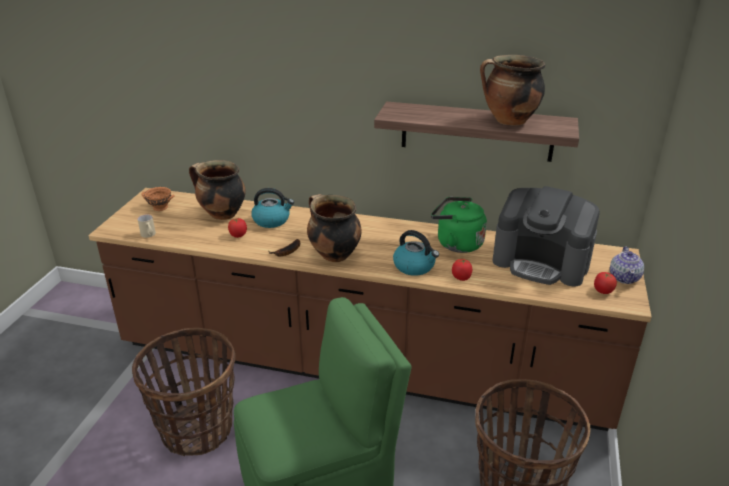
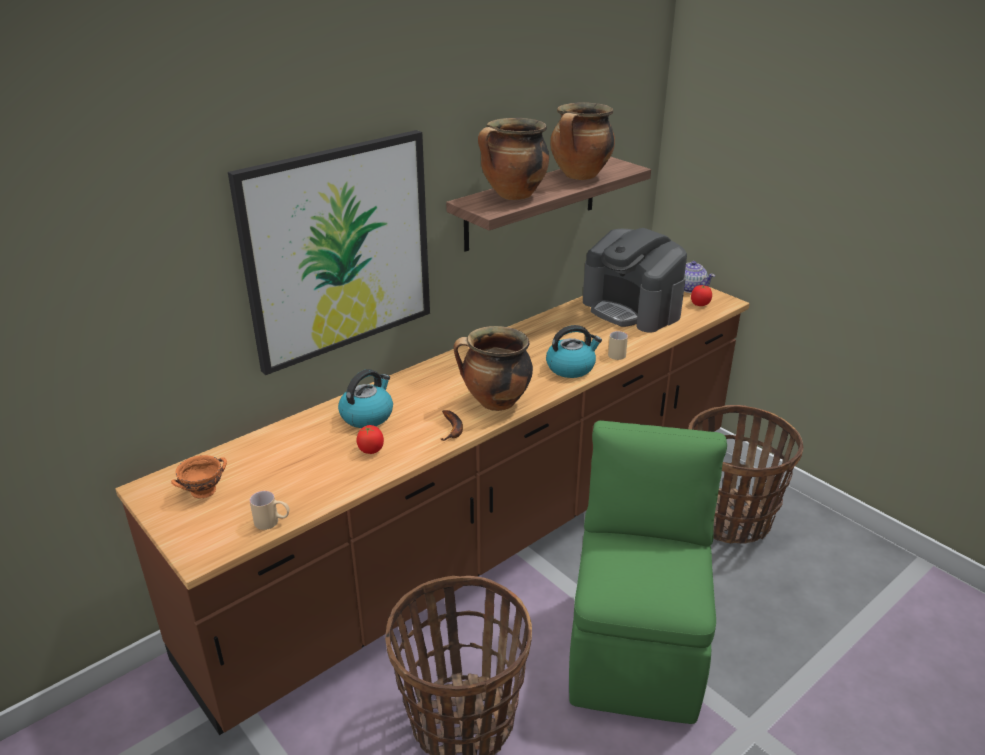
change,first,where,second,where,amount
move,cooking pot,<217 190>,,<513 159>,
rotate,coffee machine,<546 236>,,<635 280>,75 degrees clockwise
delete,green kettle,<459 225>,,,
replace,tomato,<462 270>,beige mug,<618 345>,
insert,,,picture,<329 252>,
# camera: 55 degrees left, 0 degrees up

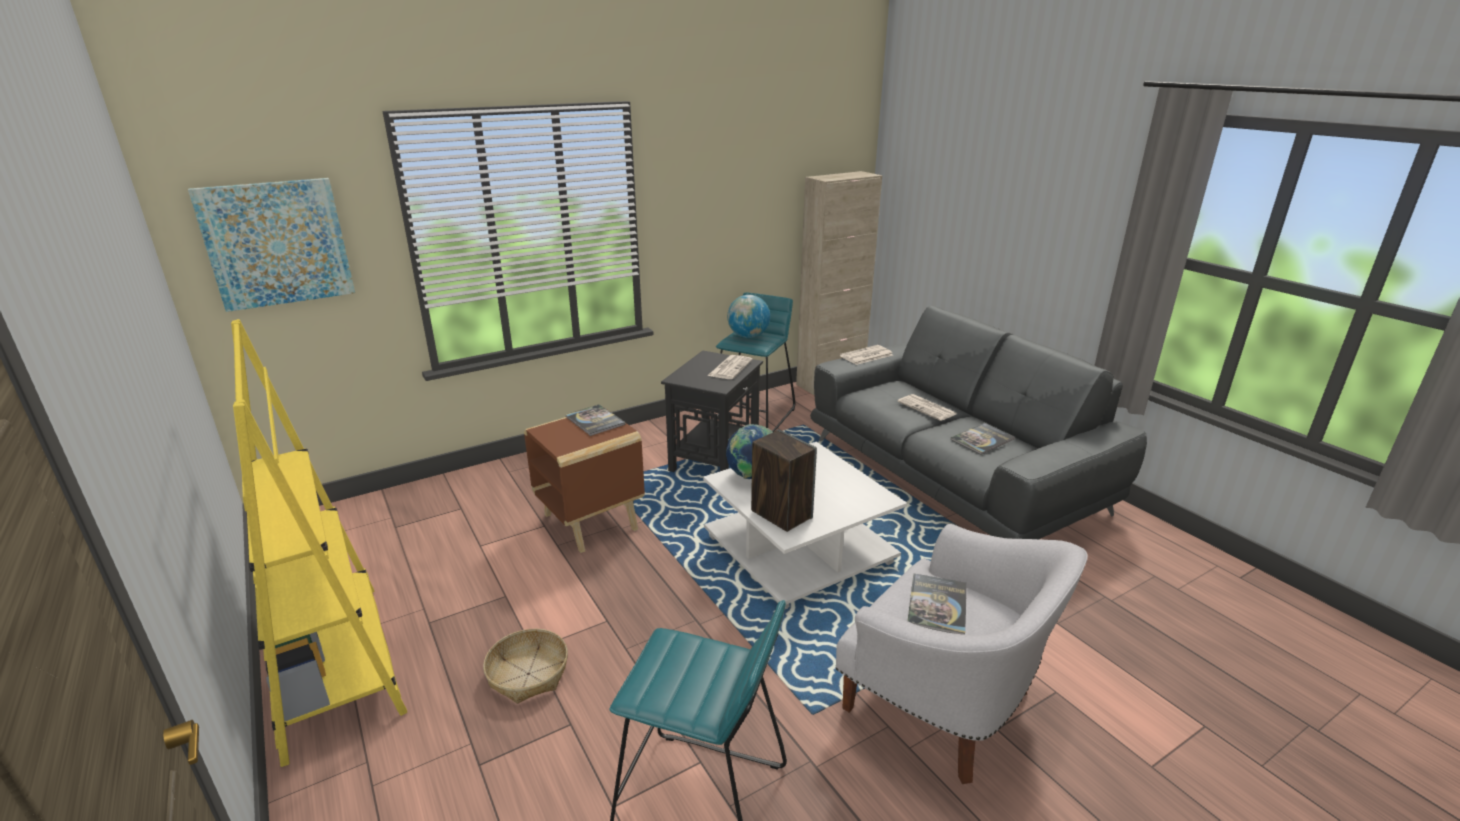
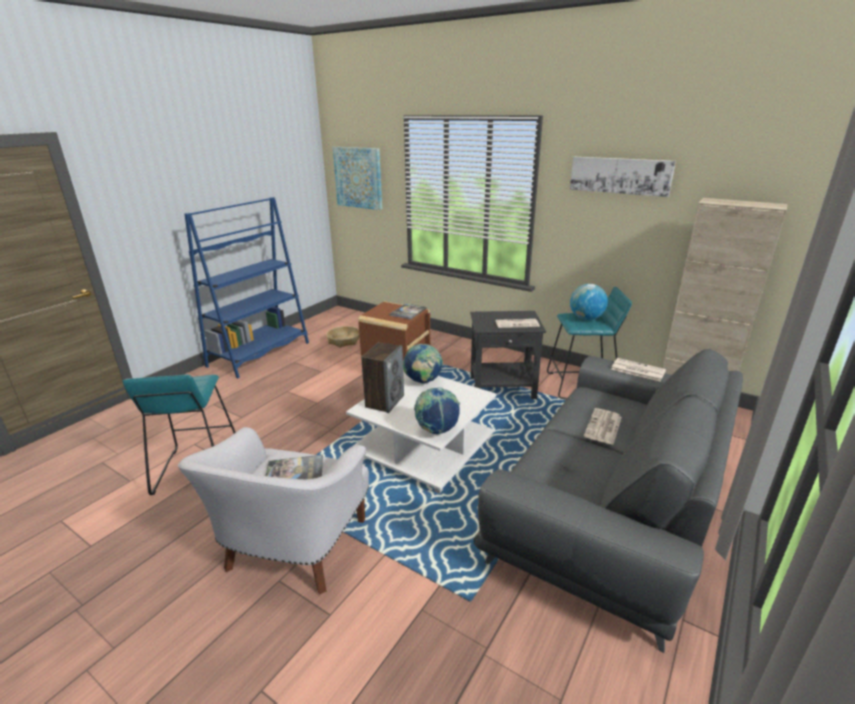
change,first,where,second,where,amount
recolor,yellow bookcase,<319 543>,blue bookcase,<247 287>,
delete,book,<982 439>,,,
move,basket,<525 666>,,<343 337>,
insert,,,picture,<623 177>,
insert,,,globe,<437 411>,
# camera: 65 degrees right, 0 degrees up

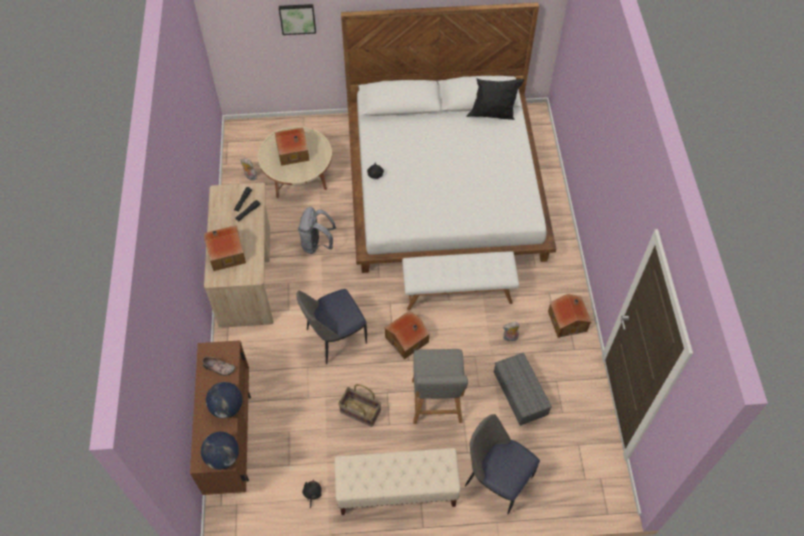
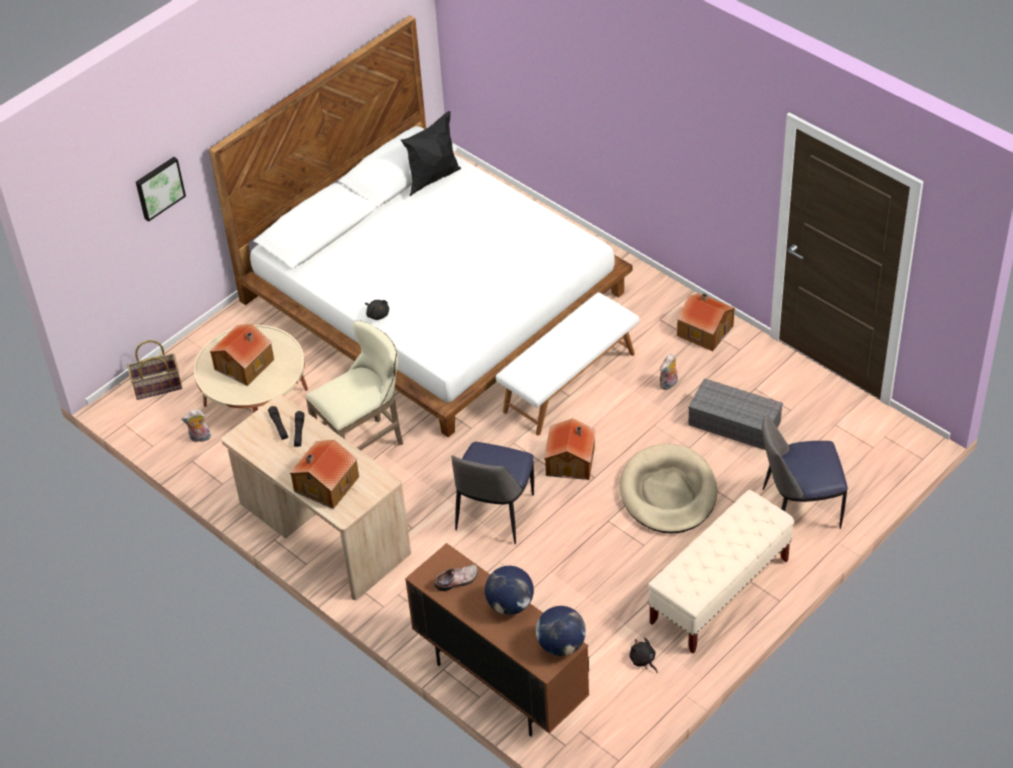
change,first,where,second,where,amount
replace,grey backpack,<317 230>,beige stool,<354 385>,
replace,grey chair,<440 386>,beige dog bed,<668 488>,
move,basket,<359 405>,,<154 370>,
# camera: 40 degrees left, 10 degrees down

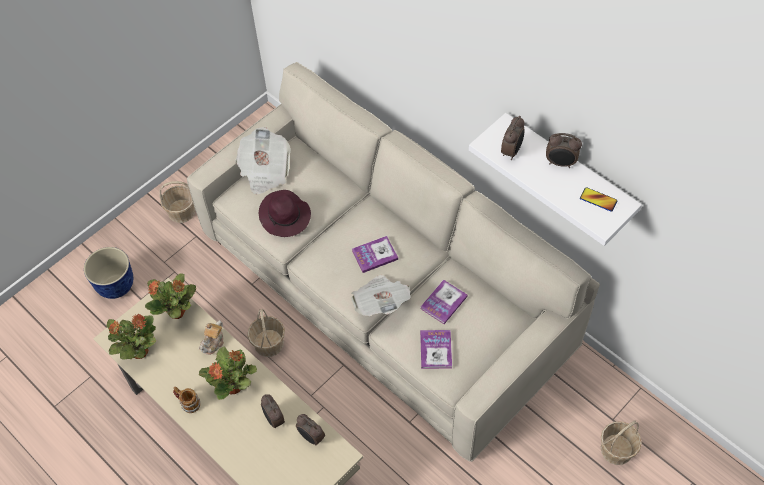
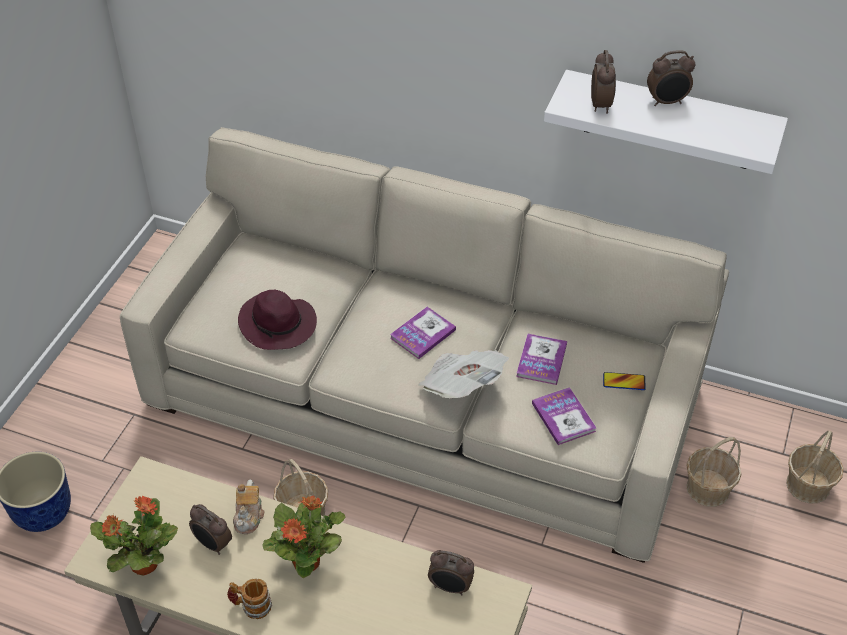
change,first,where,second,where,amount
delete,newspaper,<263 161>,,,
move,basket,<177 202>,,<714 472>,
move,phone,<599 199>,,<624 381>,
delete,potted plant,<170 296>,,,
move,alarm clock,<273 411>,,<210 529>,
# camera: 25 degrees left, 10 degrees down

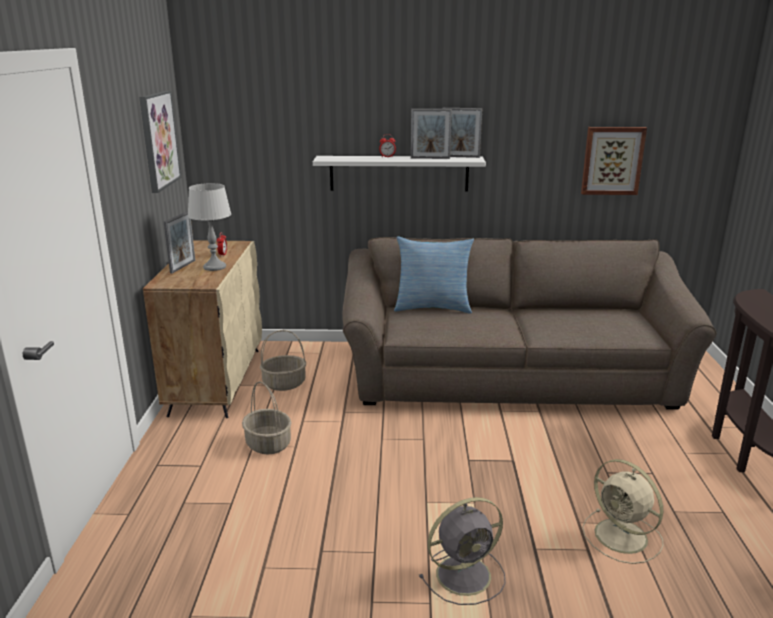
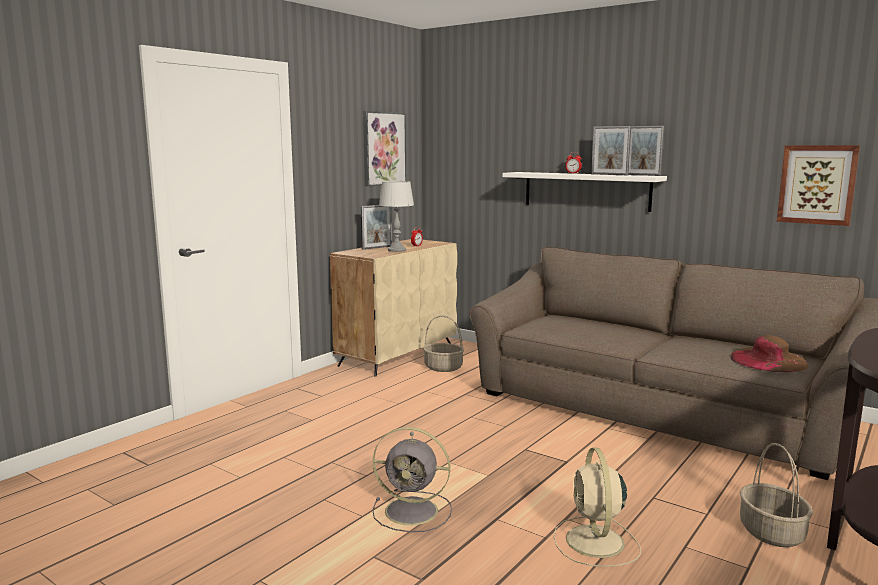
change,first,where,second,where,amount
delete,pillow,<434 275>,,,
move,basket,<266 417>,,<776 495>,
insert,,,brown hat,<769 353>,
# camera: 35 degrees right, 10 degrees down

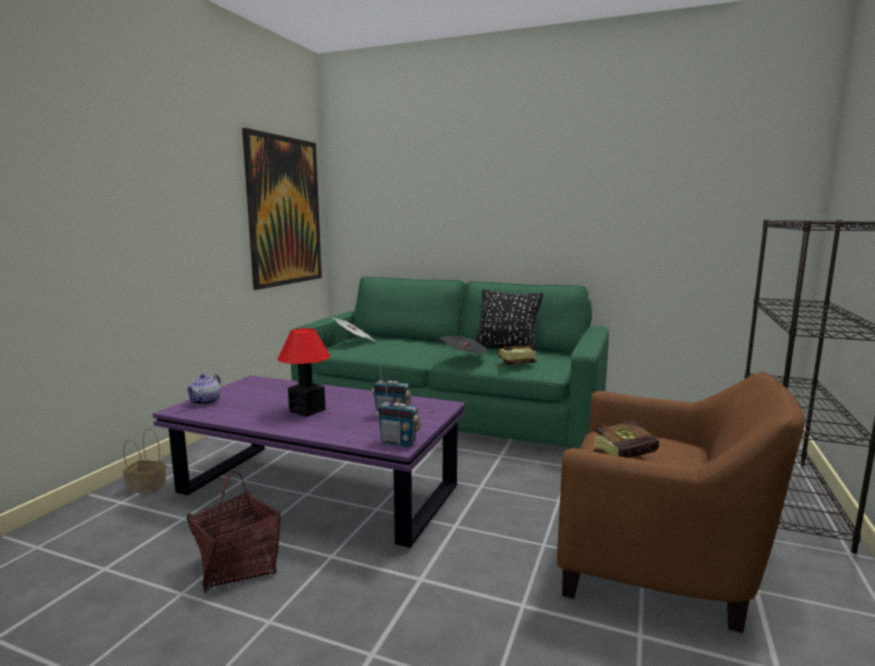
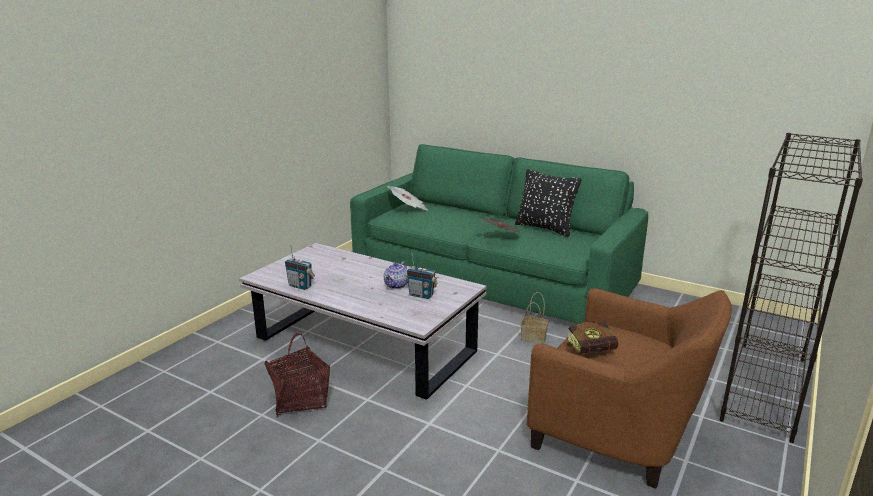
change,first,where,second,where,amount
delete,picture,<282 209>,,,
delete,table lamp,<304 372>,,,
delete,book,<516 356>,,,
move,teapot,<203 389>,,<396 275>,
recolor,purple coffee table,<309 461>,white coffee table,<362 321>,
move,radio,<398 415>,,<300 267>,
move,basket,<144 461>,,<534 318>,
# camera: 10 degrees right, 10 degrees up

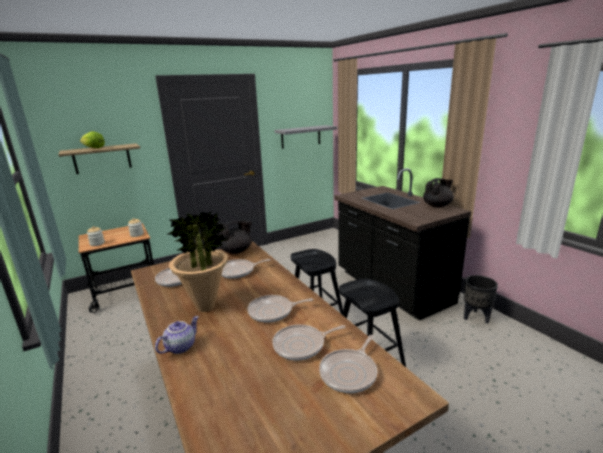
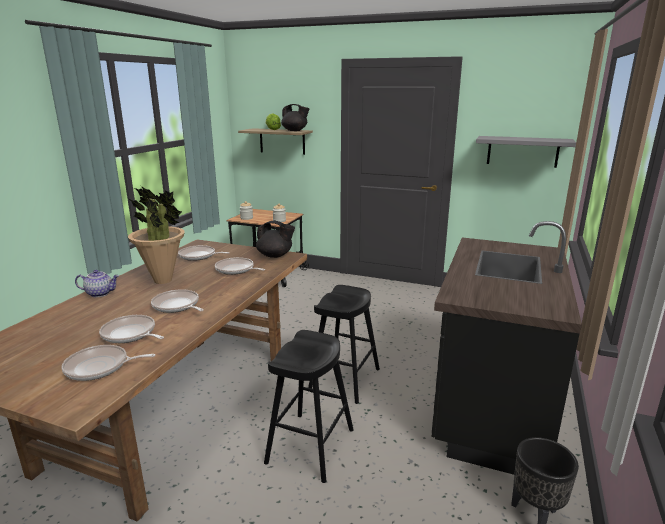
change,first,where,second,where,amount
move,black teapot,<438 192>,,<295 117>,
# camera: 50 degrees right, 0 degrees up

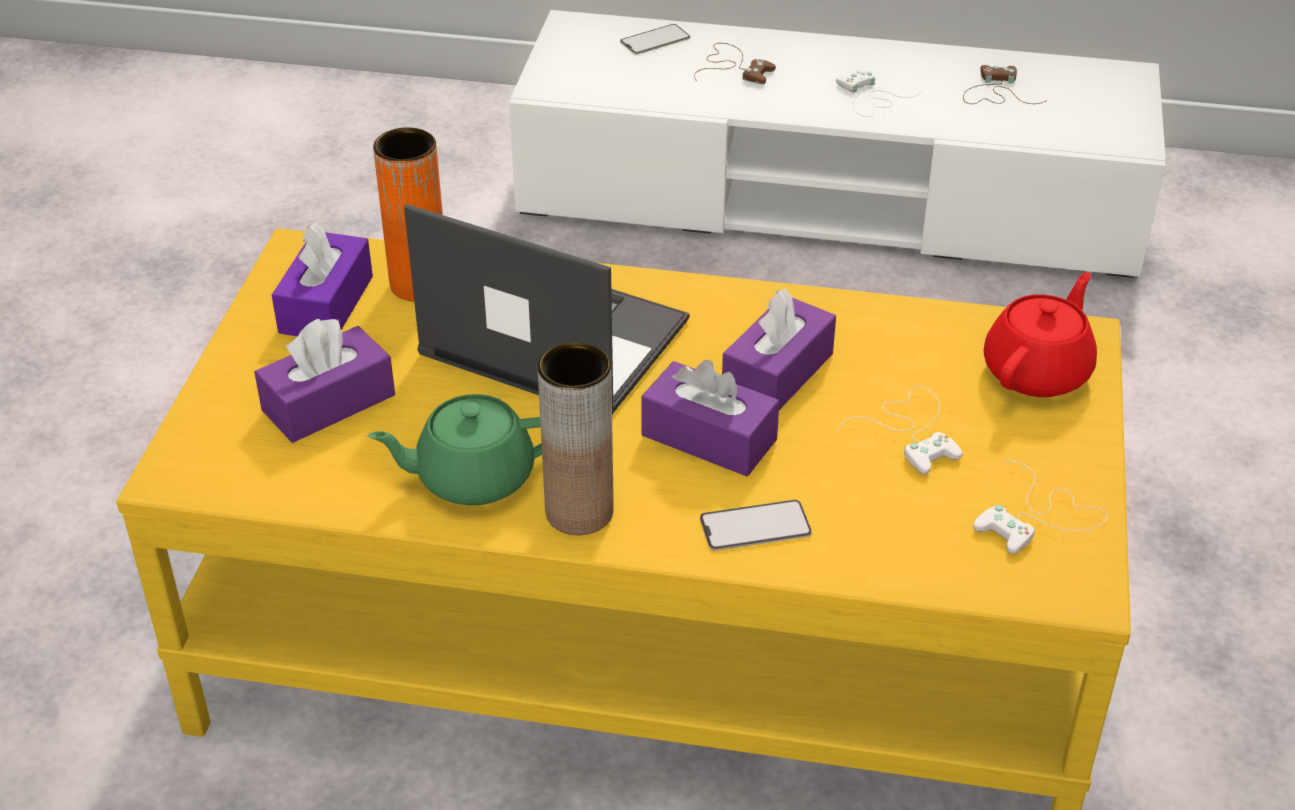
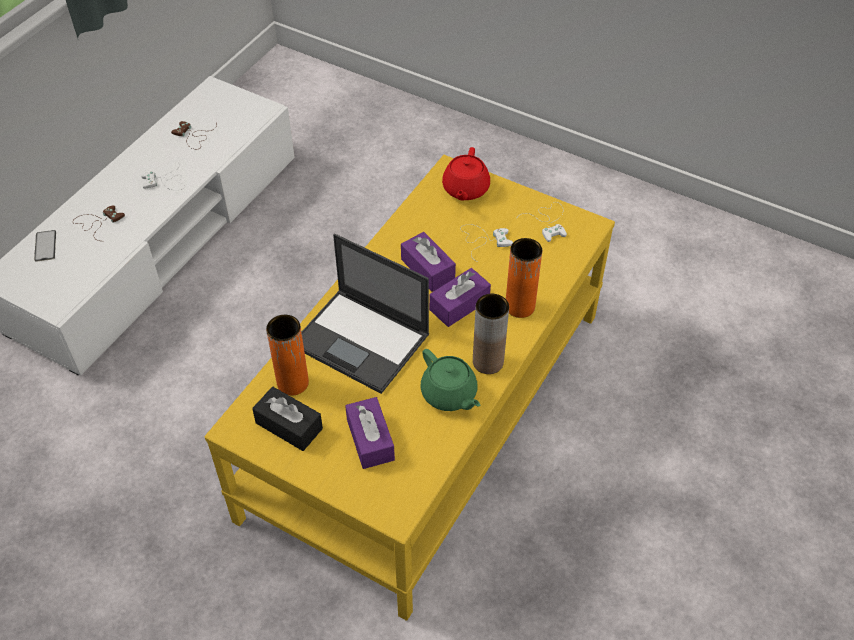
change,first,where,second,where,amount
rotate,laptop,<547 309>,,<366 314>,105 degrees counterclockwise
recolor,purple tissue box,<322 279>,black tissue box,<287 419>,
rotate,red teapot,<1040 334>,,<466 174>,135 degrees counterclockwise
rotate,green teapot,<454 450>,,<450 380>,45 degrees counterclockwise
replace,phone,<756 525>,orange vase,<524 278>,
# camera: 70 degrees left, 10 degrees up

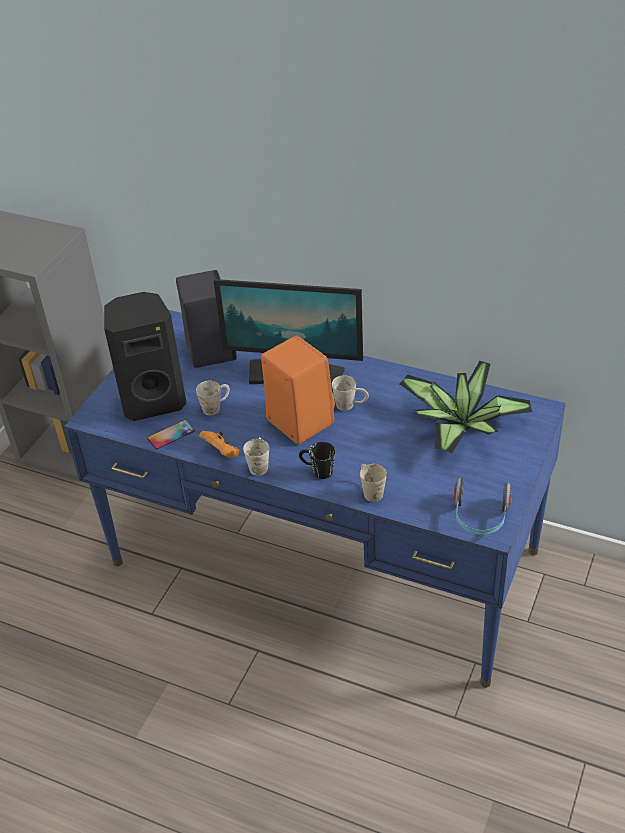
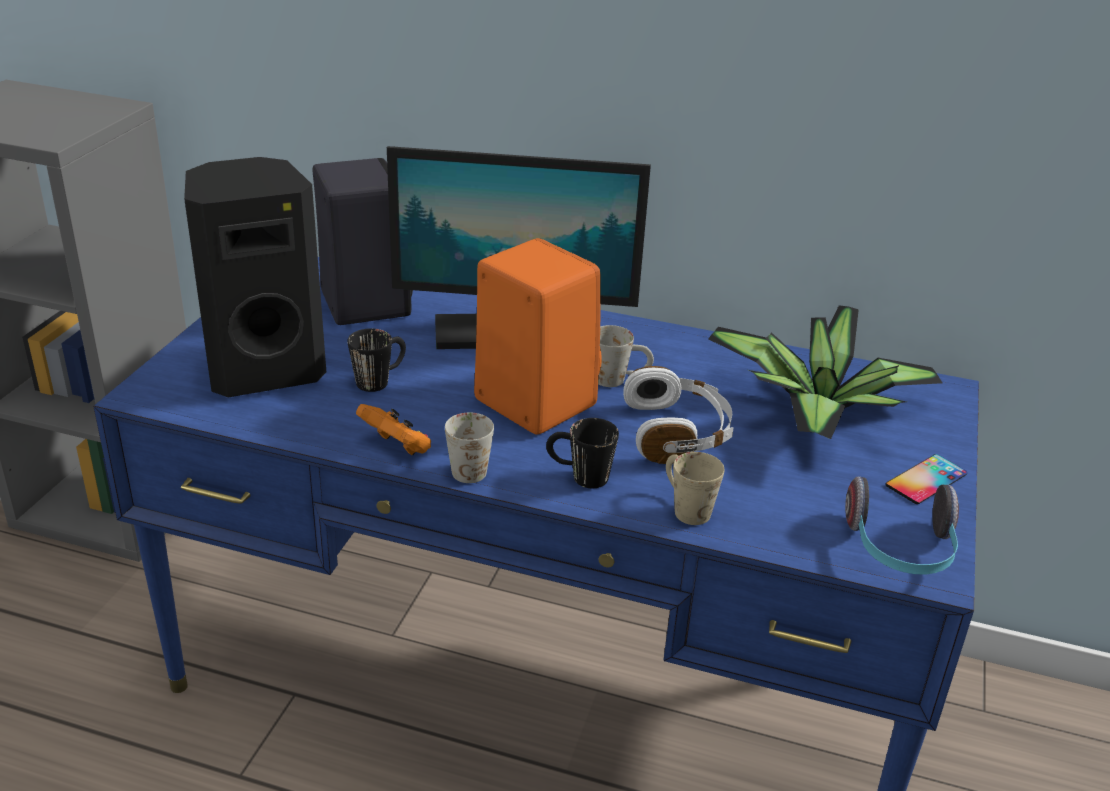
change,first,where,second,where,amount
recolor,white mug,<213 398>,black mug,<376 360>,
move,phone,<171 434>,,<926 479>,
insert,,,white headphones,<678 415>,
# camera: 10 degrees left, 10 degrees down

